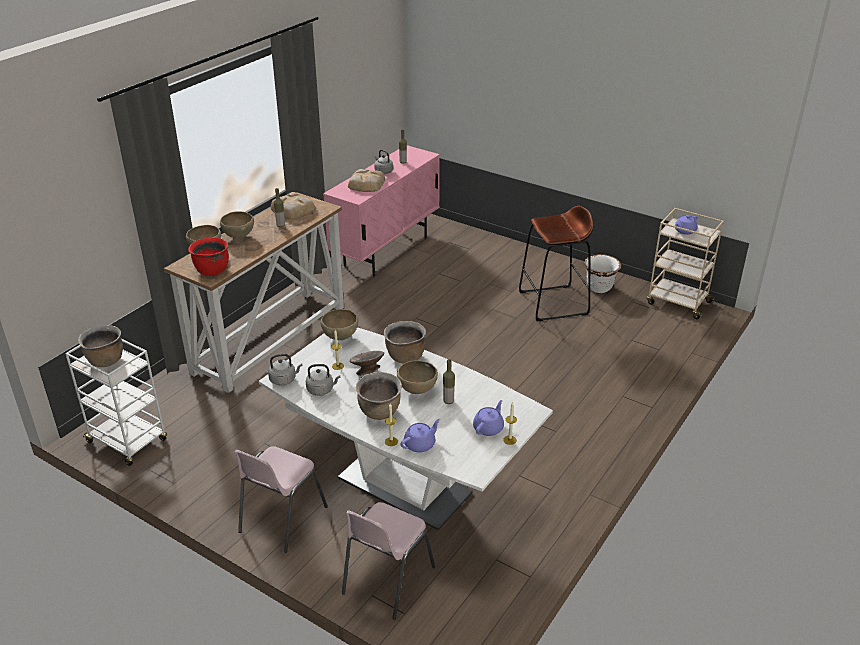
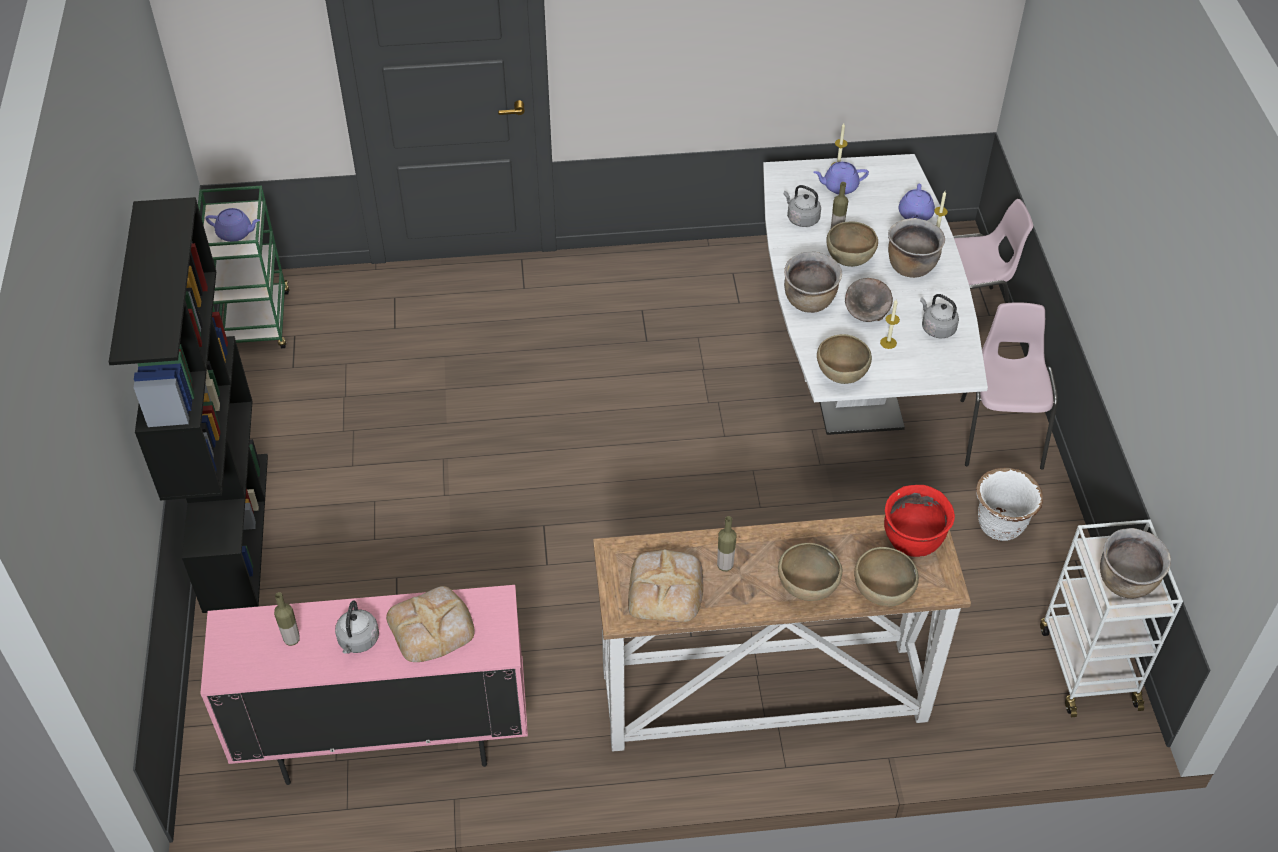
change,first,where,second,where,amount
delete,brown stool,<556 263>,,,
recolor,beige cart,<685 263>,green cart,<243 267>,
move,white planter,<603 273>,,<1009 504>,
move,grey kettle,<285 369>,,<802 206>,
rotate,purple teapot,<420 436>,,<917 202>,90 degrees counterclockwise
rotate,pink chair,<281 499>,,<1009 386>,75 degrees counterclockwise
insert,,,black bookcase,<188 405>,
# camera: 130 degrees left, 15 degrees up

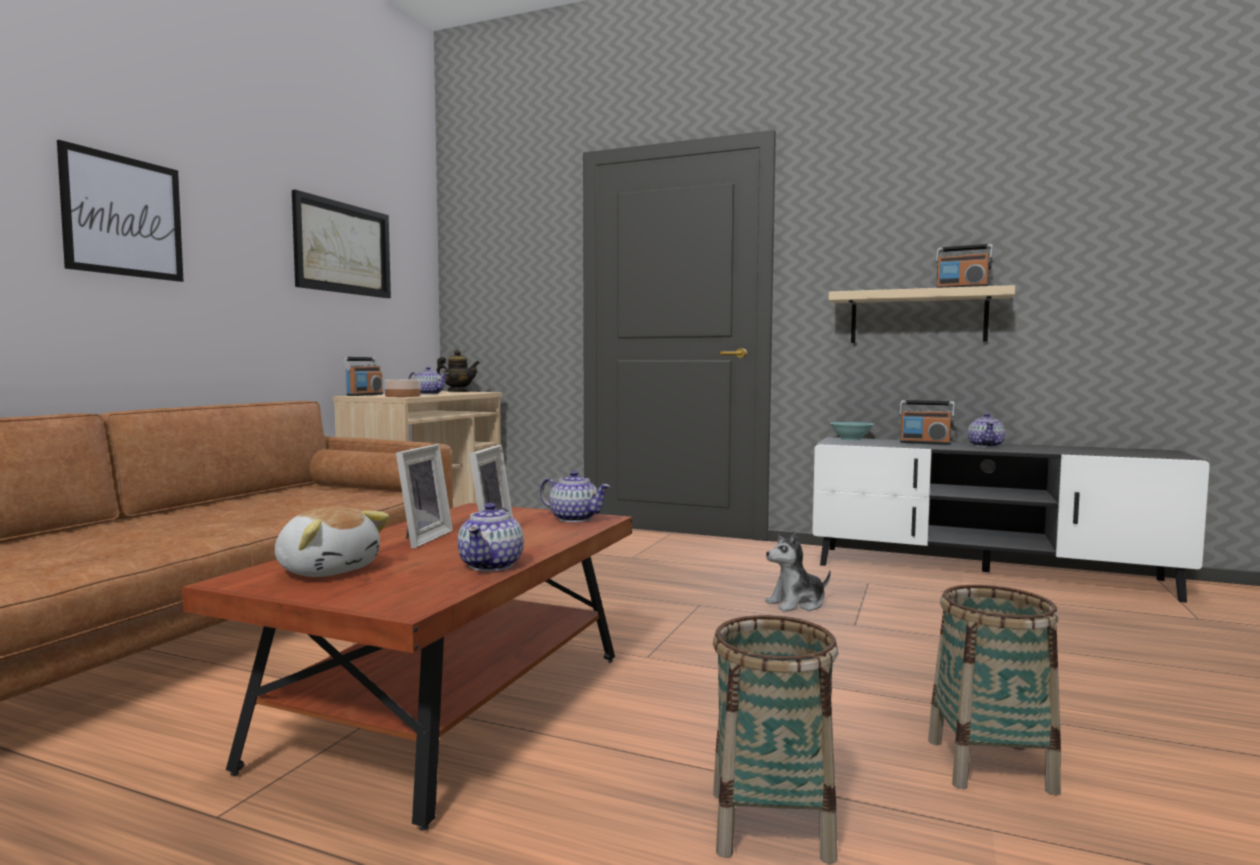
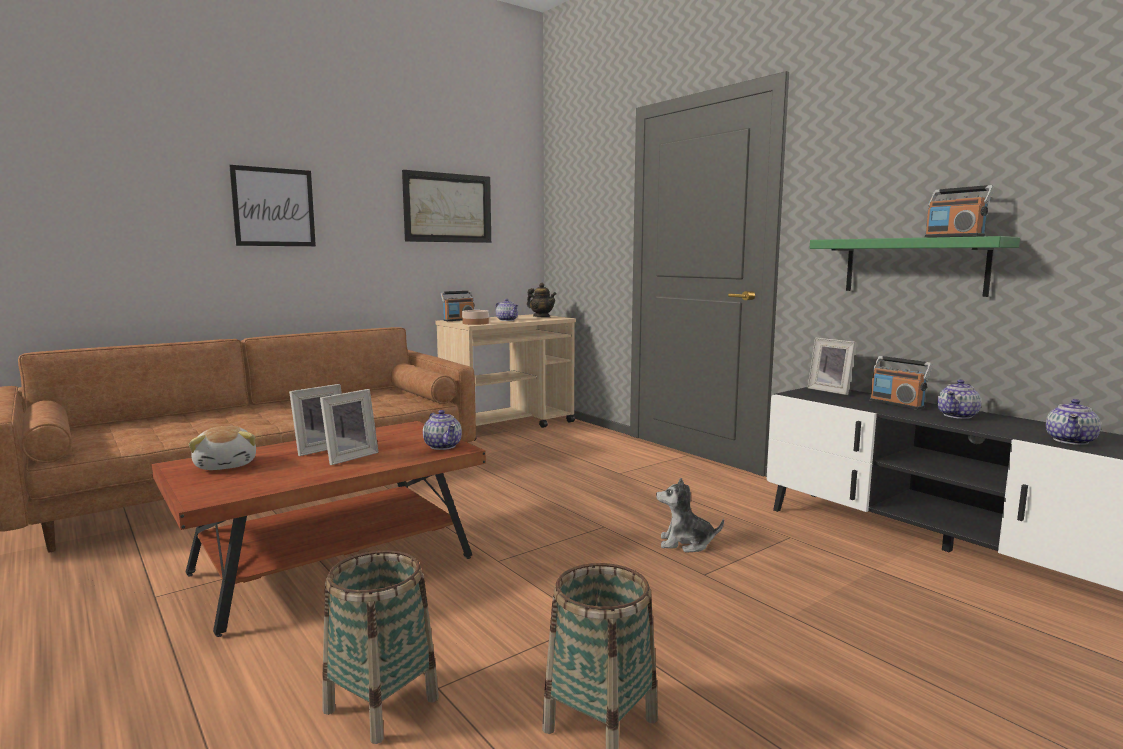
change,first,where,second,where,amount
recolor,beige shelf,<921 314>,green shelf,<915 266>,
replace,turquoise bowl,<852 431>,picture frame,<832 366>,
move,teapot,<491 537>,,<1073 422>,
# camera: 30 degrees right, 5 degrees up

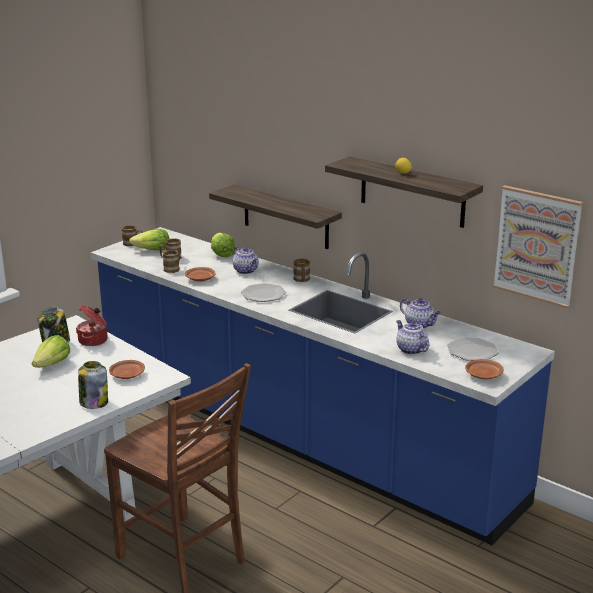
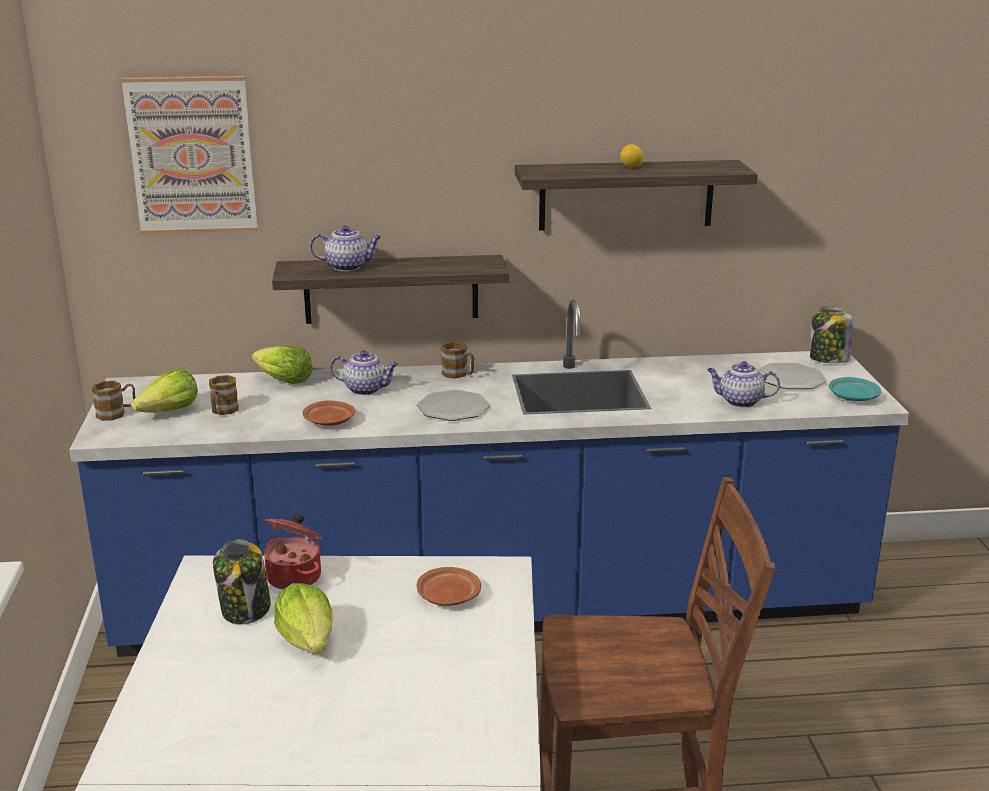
change,first,where,second,where,amount
move,picture,<538 246>,,<189 155>,
delete,mug,<171 261>,,,
move,teapot,<420 313>,,<346 248>,
recolor,brown plate,<484 369>,turquoise plate,<855 389>,
move,jar,<93 385>,,<831 334>,
# camera: 45 degrees left, 0 degrees up

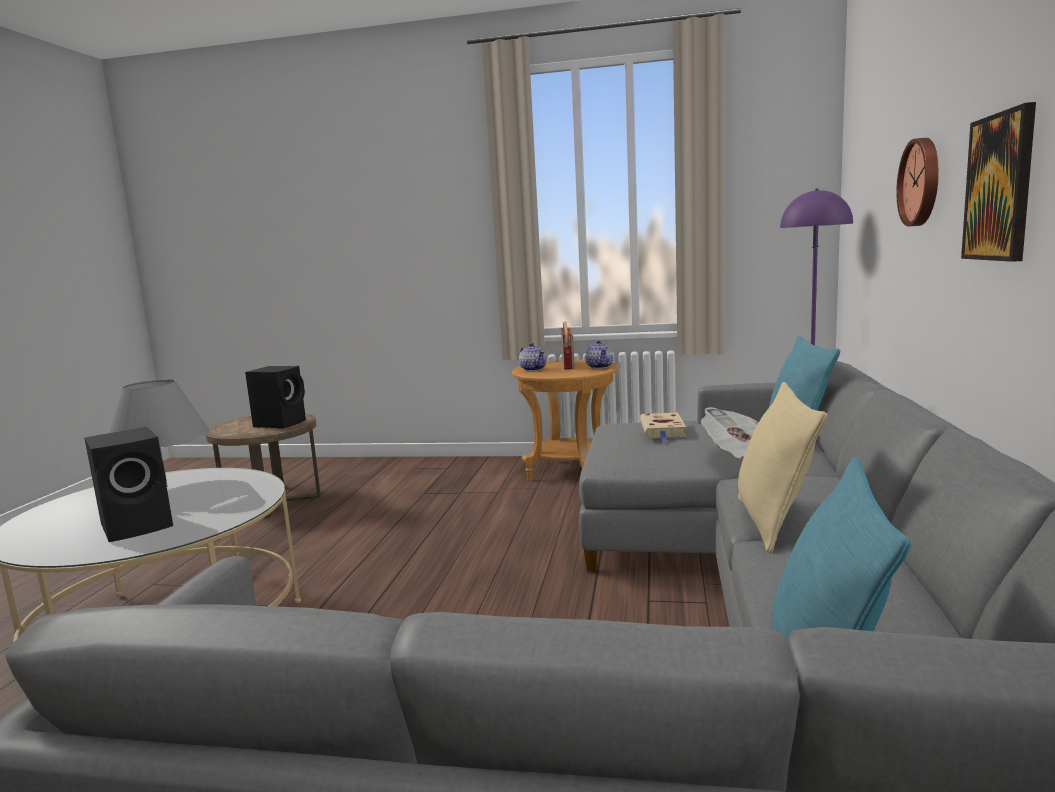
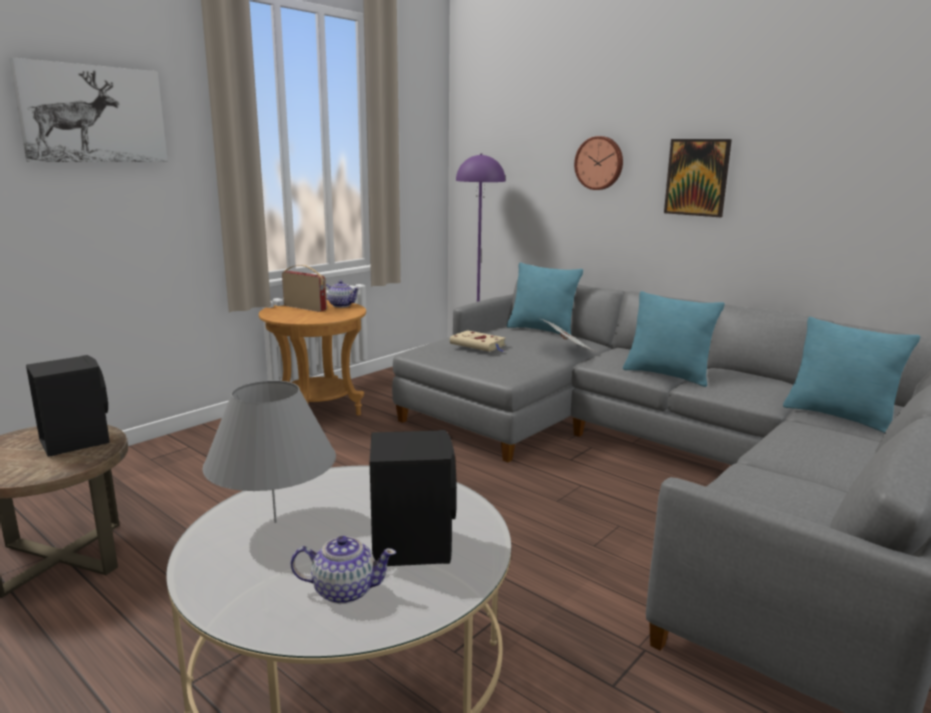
change,first,where,second,where,amount
move,teapot,<532 357>,,<343 570>,
recolor,beige pillow,<782 467>,turquoise pillow,<674 339>,
insert,,,picture,<88 109>,
# camera: 60 degrees left, 5 degrees up

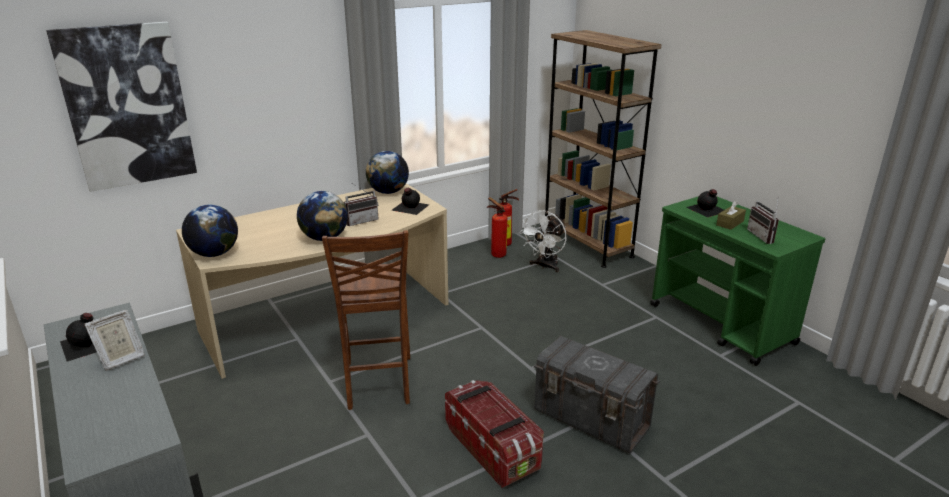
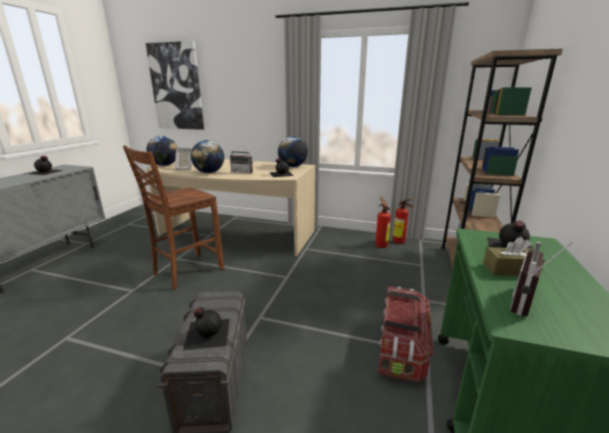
change,first,where,second,where,amount
delete,white fan,<542 241>,,,
move,picture frame,<114 340>,,<183 159>,
move,storage box,<494 434>,,<405 334>,
insert,,,black bottle,<206 328>,
# camera: 50 degrees right, 5 degrees down

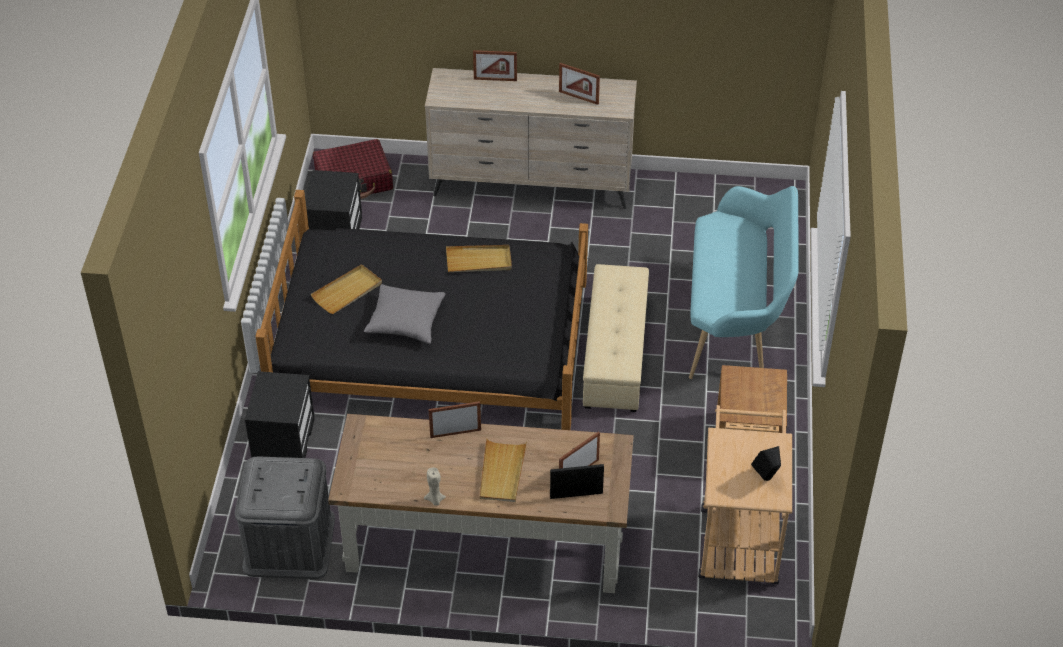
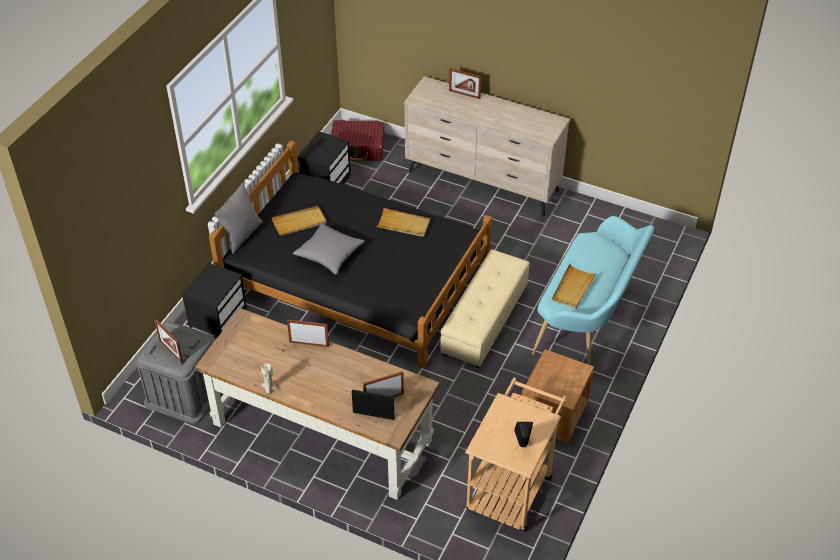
change,first,where,second,where,amount
move,picture frame,<579 84>,,<168 341>,
move,beige tray,<503 470>,,<574 286>,
insert,,,grey pillow,<238 217>,
# camera: 20 degrees right, 0 degrees up

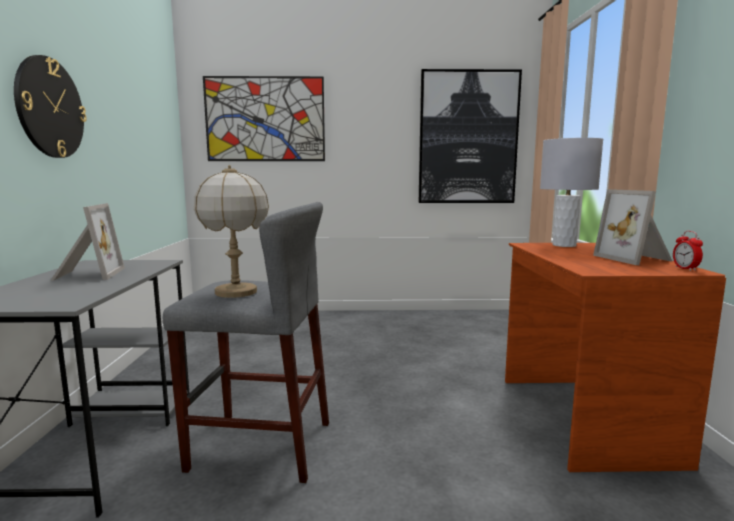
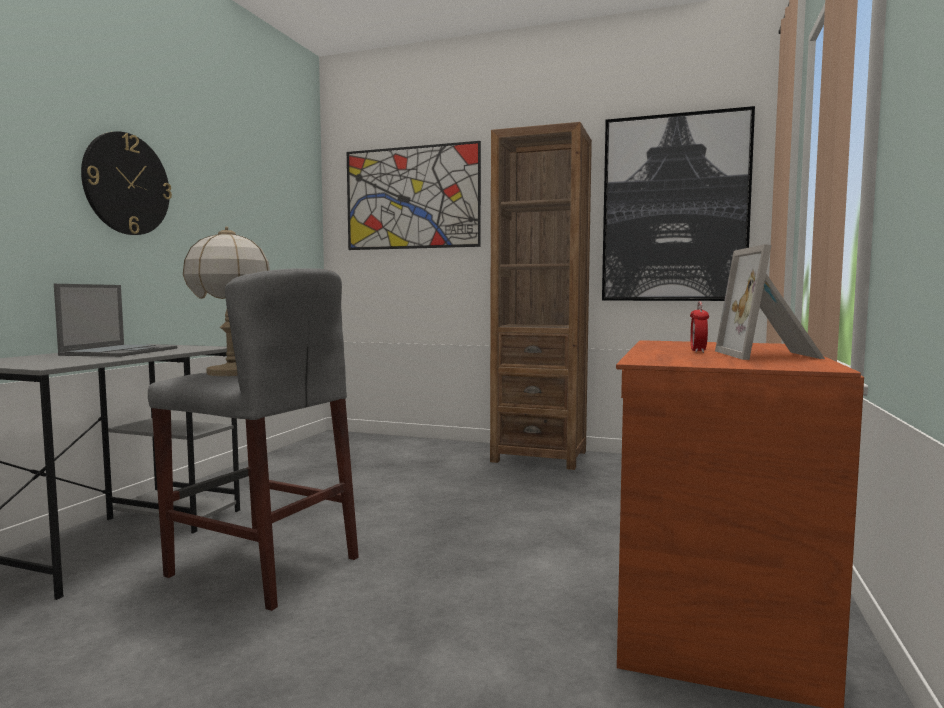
change,first,where,second,where,amount
delete,grey table lamp,<571 192>,,,
replace,picture frame,<87 242>,laptop,<115 320>,
move,alarm clock,<688 251>,,<699 327>,
insert,,,brown bookcase,<541 296>,
# camera: 20 degrees right, 5 degrees down

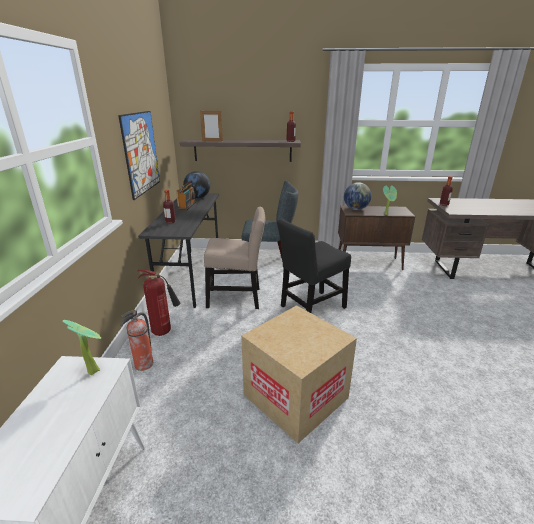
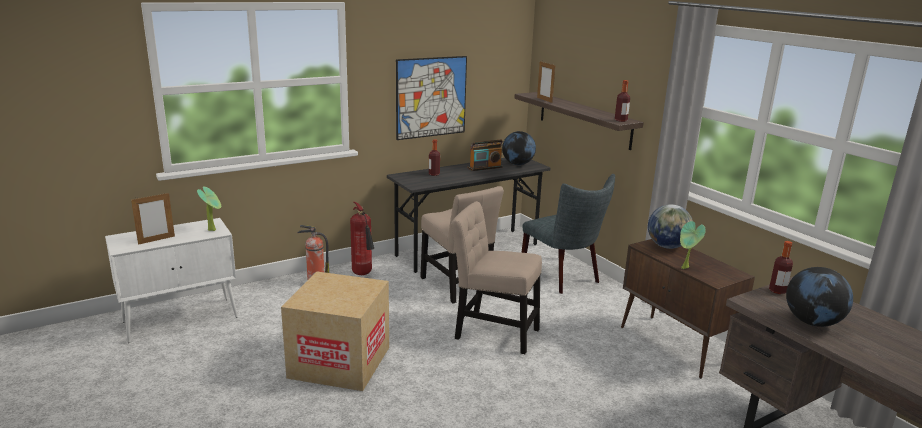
change,first,where,second,where,amount
recolor,black chair,<314 266>,beige chair,<496 277>,
insert,,,picture frame,<153 219>,
insert,,,globe,<819 297>,
# camera: 55 degrees right, 5 degrees down

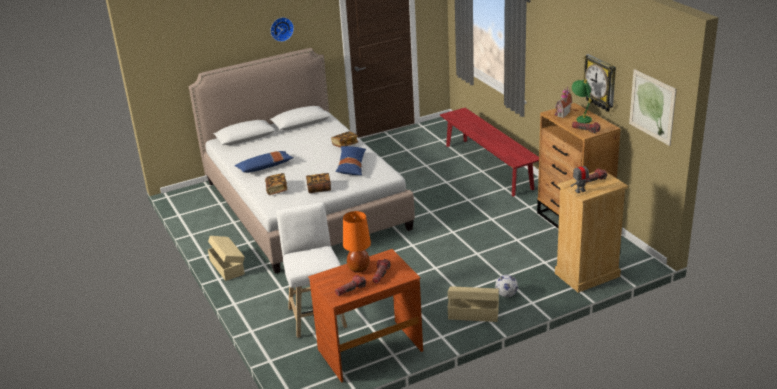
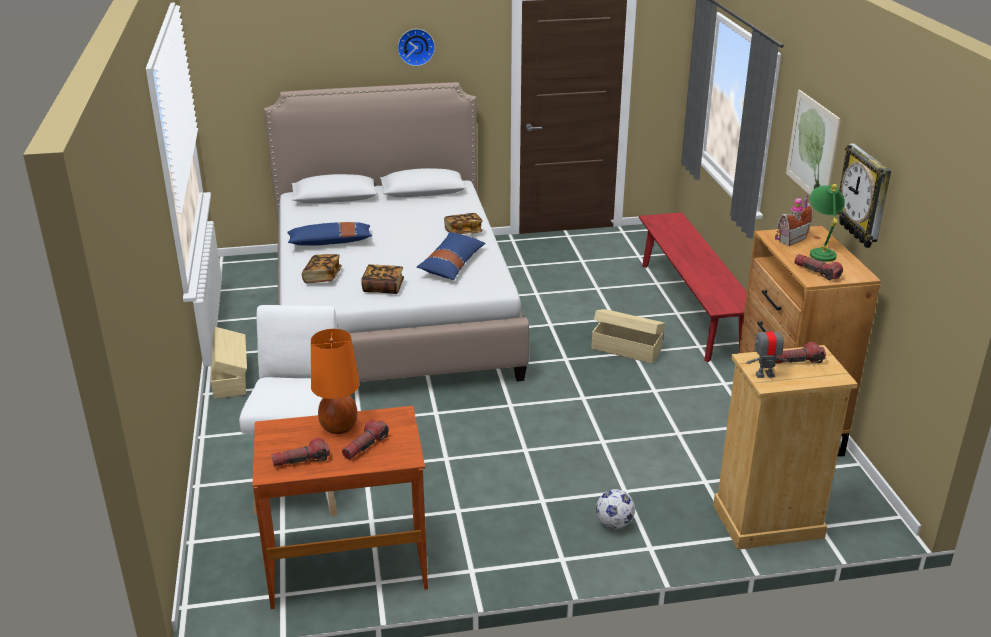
change,first,where,second,where,amount
move,picture,<653 107>,,<813 142>,
move,beige storage box,<473 304>,,<628 336>,
# camera: 15 degrees right, 0 degrees up

